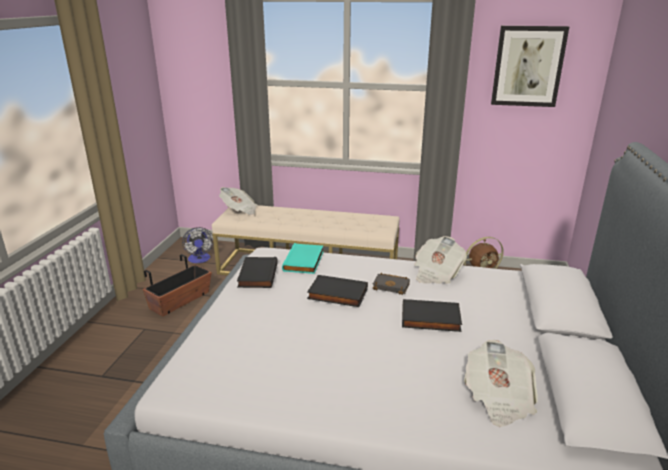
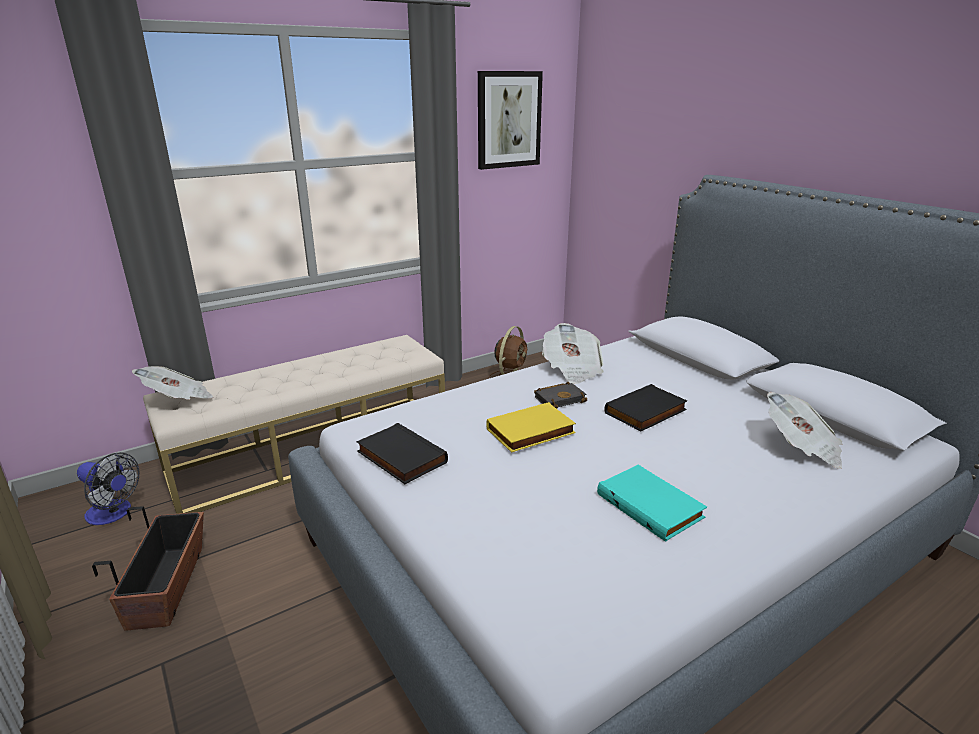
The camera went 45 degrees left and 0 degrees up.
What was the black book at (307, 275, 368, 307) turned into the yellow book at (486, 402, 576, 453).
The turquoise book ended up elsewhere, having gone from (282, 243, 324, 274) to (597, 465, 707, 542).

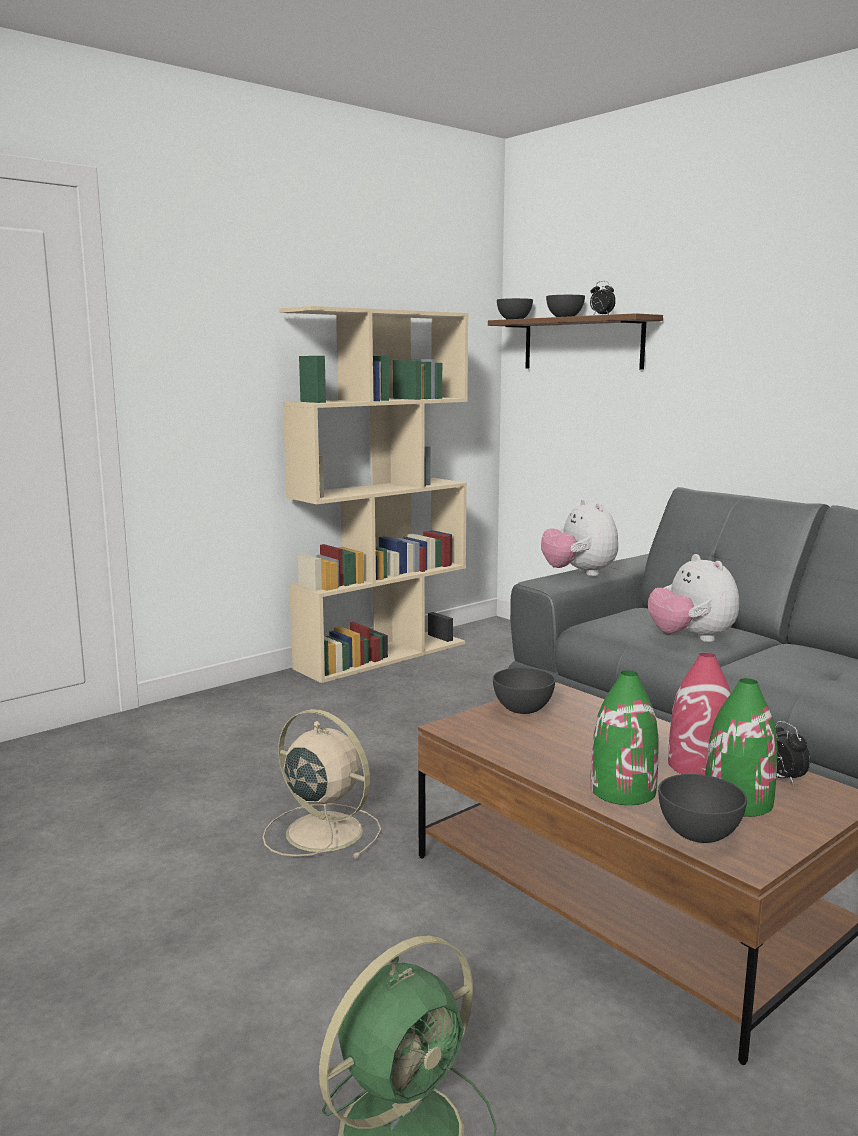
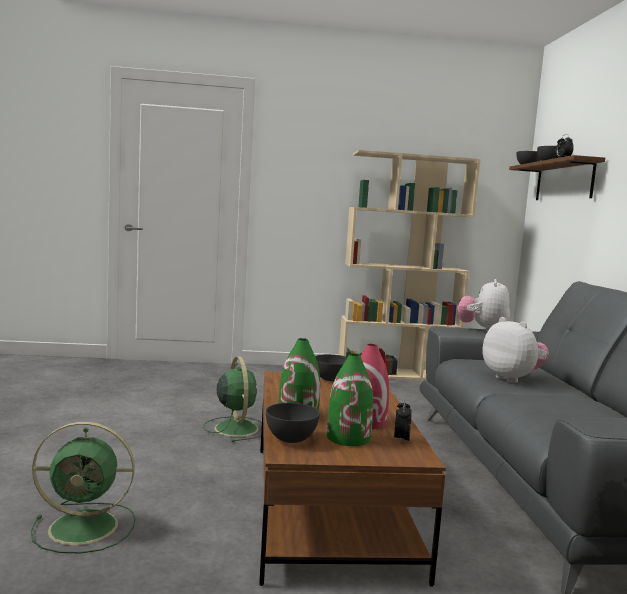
The camera went 35 degrees right and 5 degrees down.
What was the beige fan at (263, 709, 381, 859) turned into the green fan at (203, 356, 262, 442).
The plush toy at (648, 554, 739, 642) ended up facing another way, 135 degrees clockwise from before.

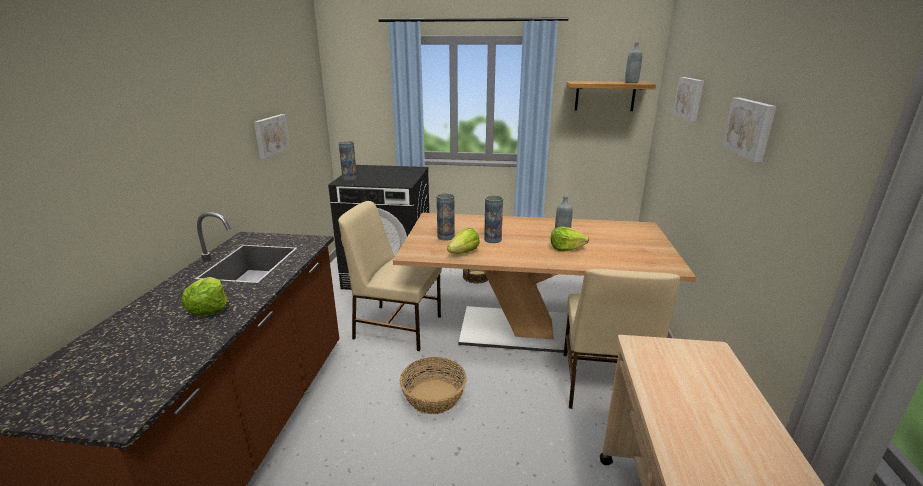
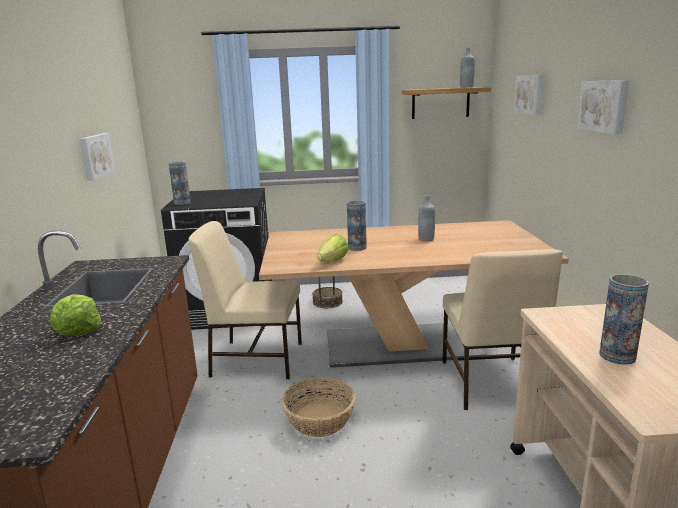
The camera went 10 degrees left and 5 degrees down.
The vase ended up elsewhere, having gone from (437, 193, 455, 240) to (599, 274, 649, 365).
The second view lost the lettuce at (551, 227, 589, 252).

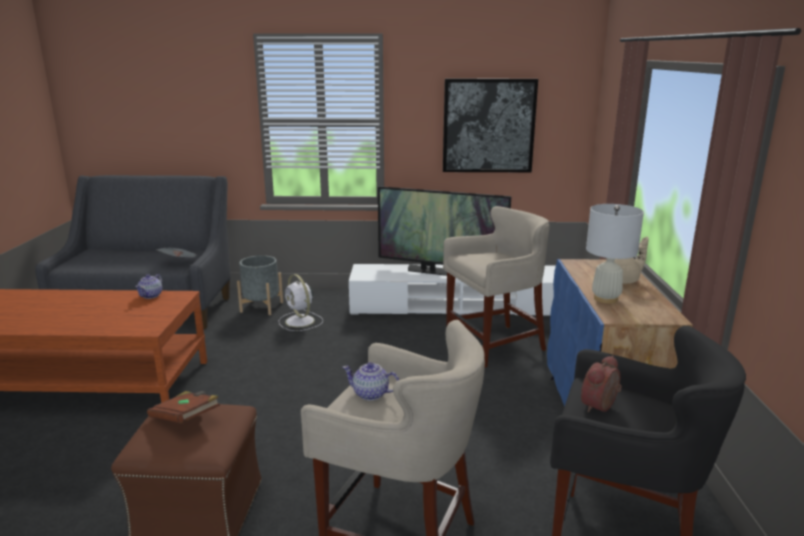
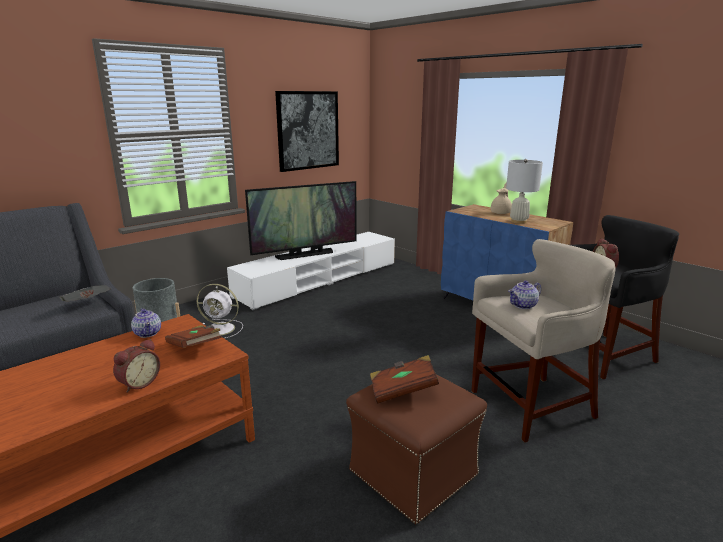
The camera went 45 degrees left and 0 degrees up.
The second view gained the alarm clock at (113, 339, 160, 393).
The second view gained the brown book at (165, 325, 221, 348).
The second view lost the beige stool at (443, 206, 550, 368).

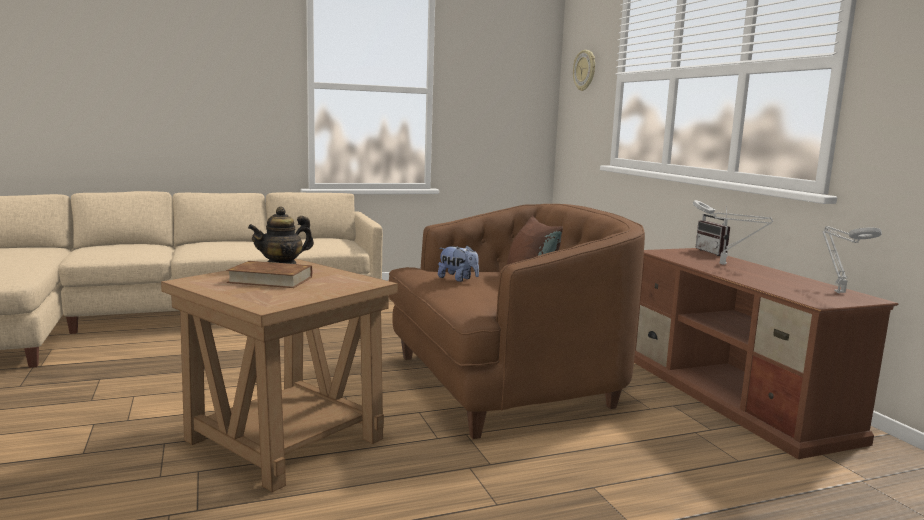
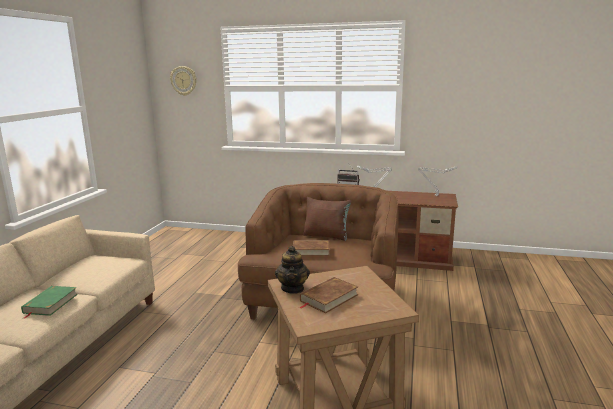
The camera went 55 degrees left and 5 degrees up.
The second view gained the green book at (21, 286, 78, 319).
Where the plush toy stood at (438, 245, 479, 282), the brown book came to stand at (287, 240, 330, 256).

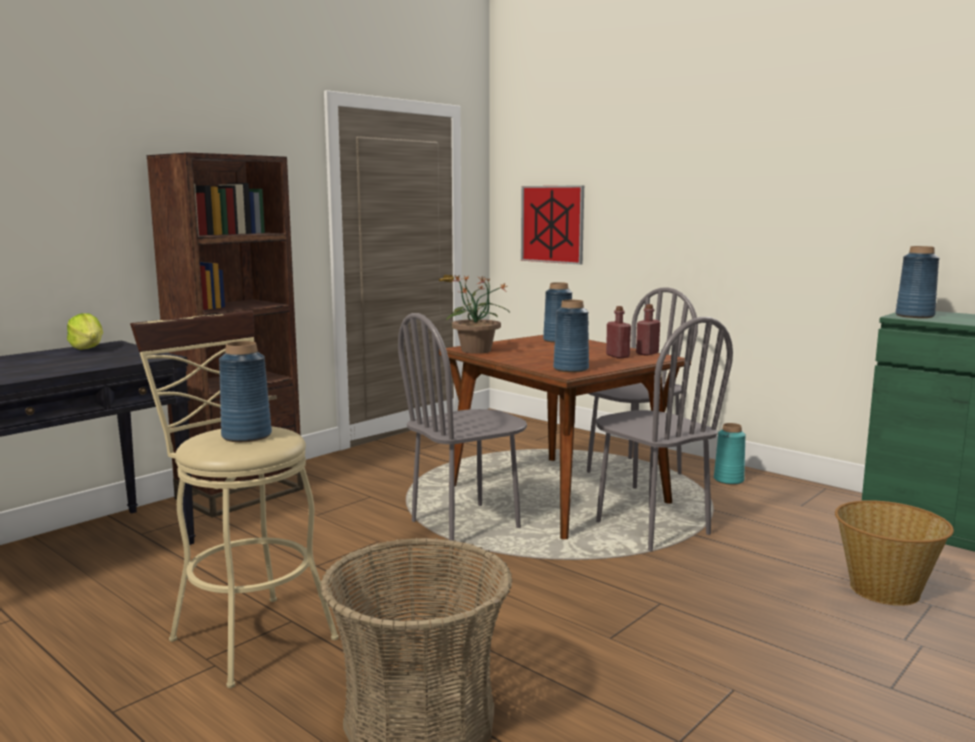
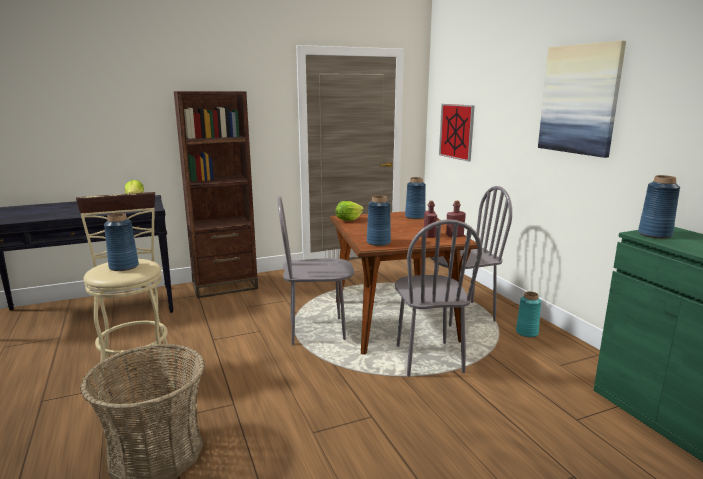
The camera went 25 degrees right and 5 degrees up.
Where the potted plant stood at (446, 275, 510, 354), the lettuce came to stand at (336, 201, 364, 221).
The second view gained the picture at (538, 40, 626, 158).
The second view lost the basket at (835, 500, 954, 606).

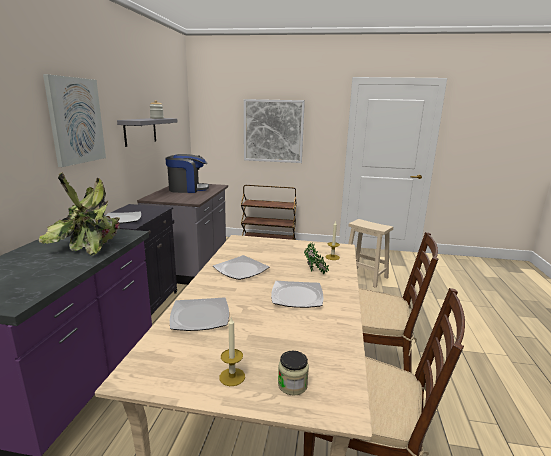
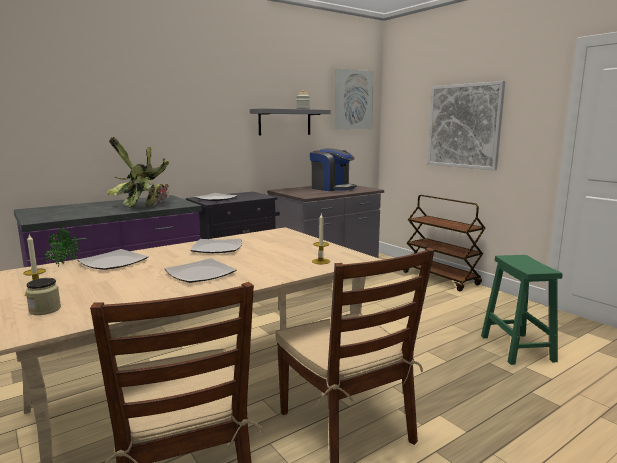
The camera went 45 degrees right and 5 degrees down.
The potted plant ended up elsewhere, having gone from (304, 242, 329, 275) to (44, 227, 80, 267).
The picture ended up elsewhere, having gone from (43, 74, 106, 167) to (334, 68, 374, 130).
What was the beige stool at (348, 219, 393, 288) turned into the green stool at (481, 255, 563, 365).

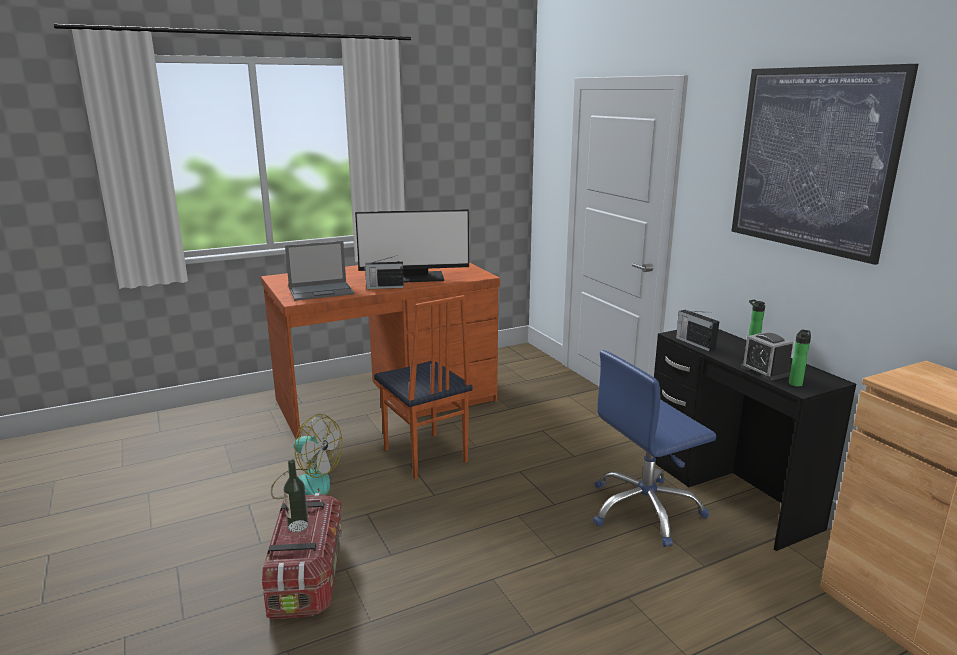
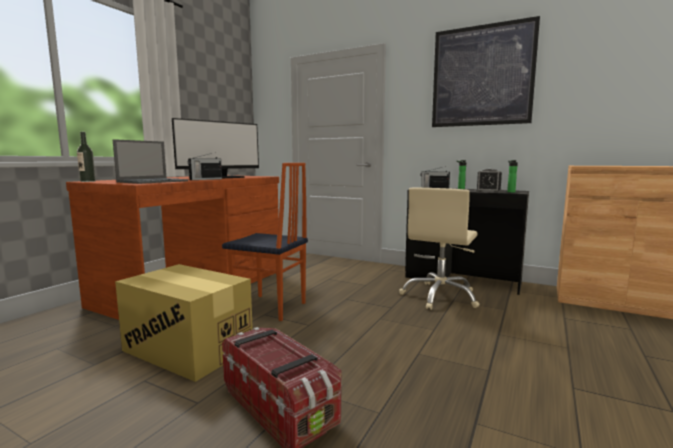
The camera went 35 degrees left and 10 degrees down.
The bottle ended up elsewhere, having gone from (284, 460, 309, 532) to (77, 132, 96, 182).
Where the fan stood at (271, 414, 343, 499), the cardboard box came to stand at (115, 264, 253, 382).
What was the blue office chair at (593, 350, 717, 547) turned into the beige office chair at (399, 188, 480, 310).

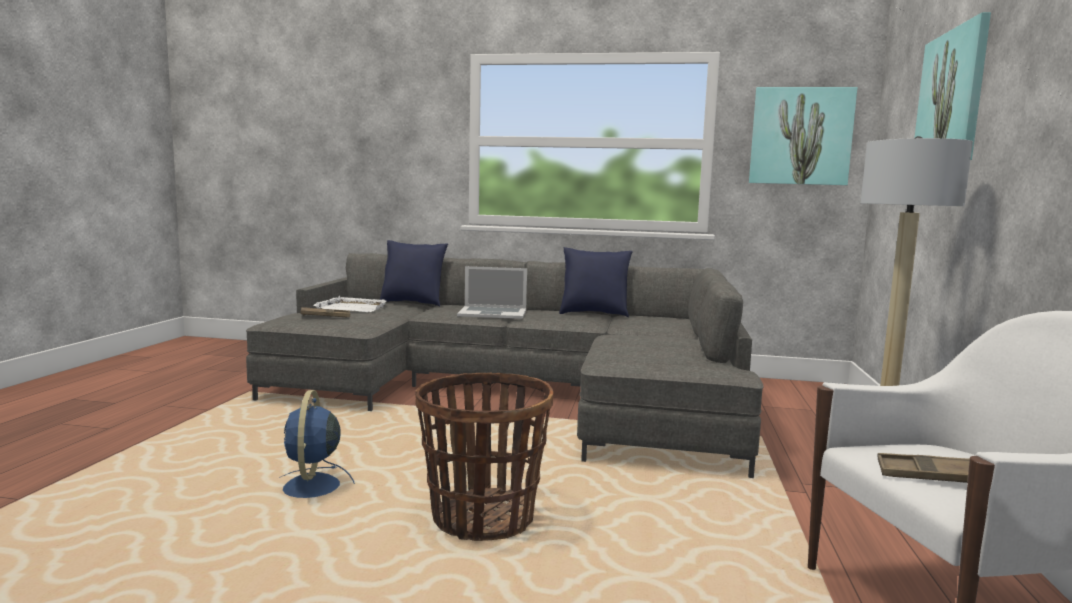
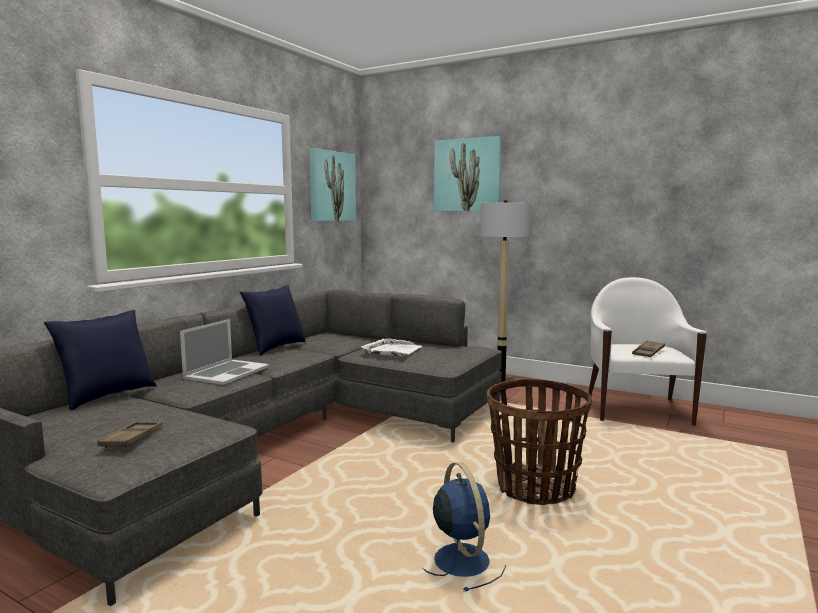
The camera went 70 degrees left and 0 degrees up.
The white tray ended up elsewhere, having gone from (313, 296, 387, 312) to (361, 338, 422, 356).
The blue fan at (279, 390, 355, 498) ended up facing another way, 120 degrees counterclockwise from before.

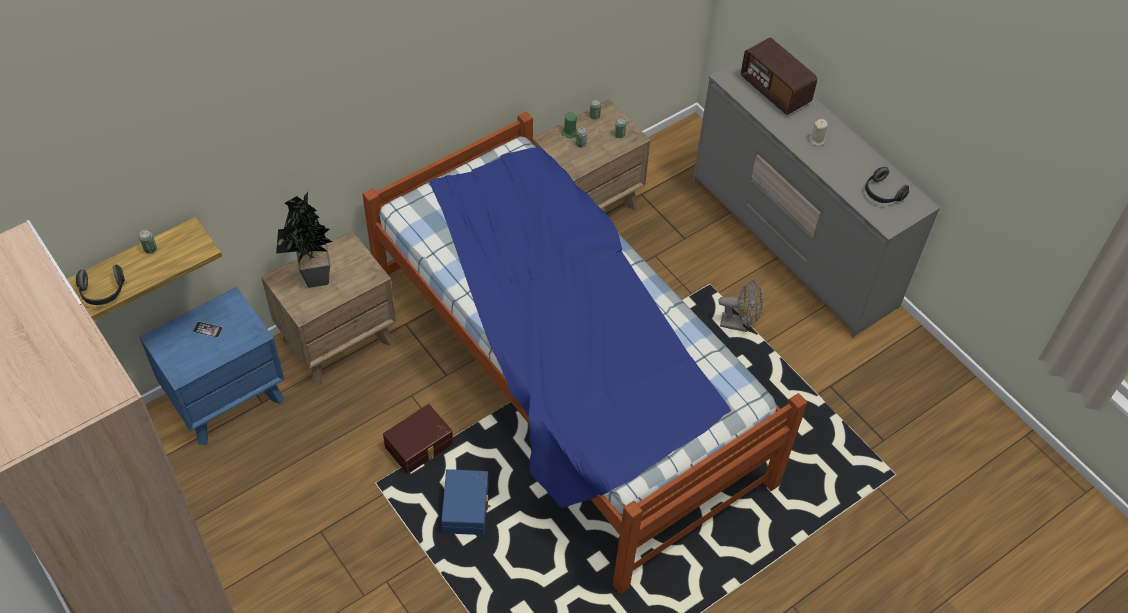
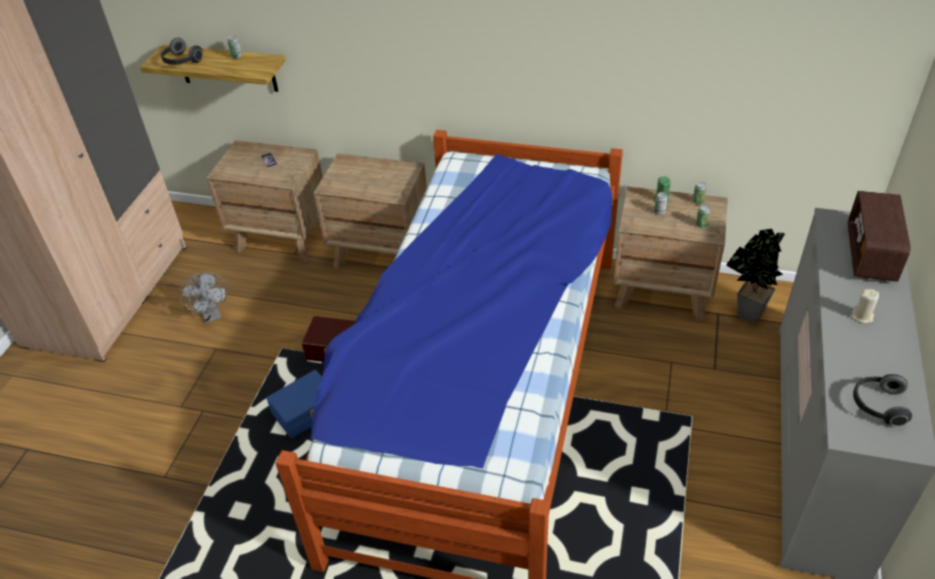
The camera went 55 degrees right and 10 degrees down.
The grey fan ended up elsewhere, having gone from (718, 280, 763, 332) to (179, 272, 228, 323).
What was the blue nightstand at (139, 287, 285, 445) turned into the brown nightstand at (207, 140, 323, 262).
The potted plant ended up elsewhere, having gone from (276, 192, 332, 288) to (726, 229, 785, 324).

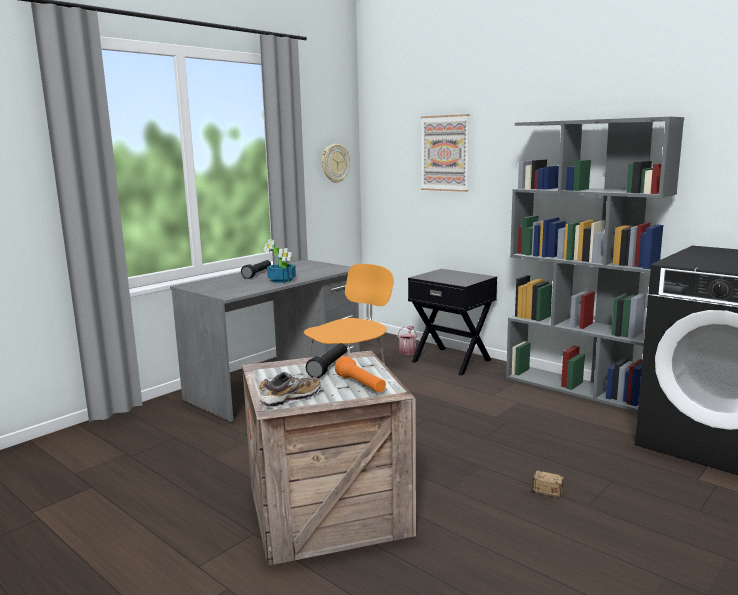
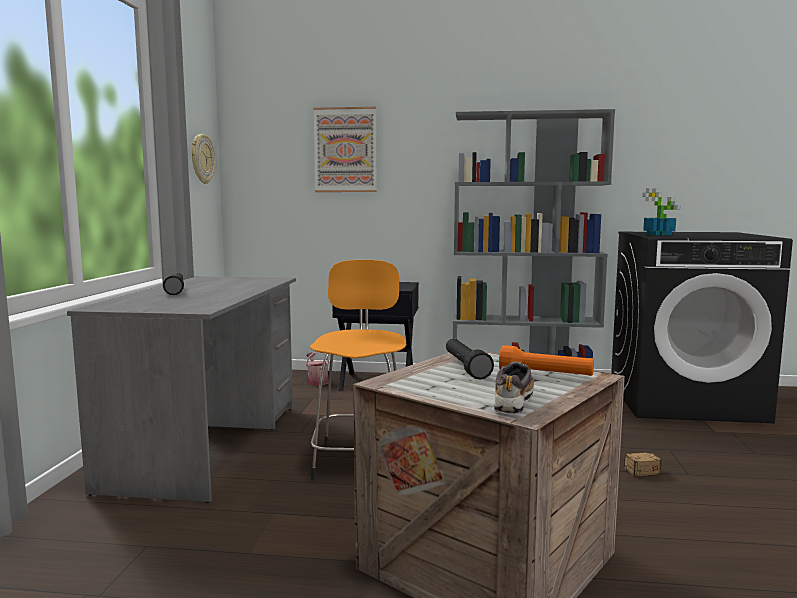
The camera went 35 degrees left and 5 degrees down.
The potted plant ended up elsewhere, having gone from (264, 239, 296, 283) to (642, 188, 680, 235).

